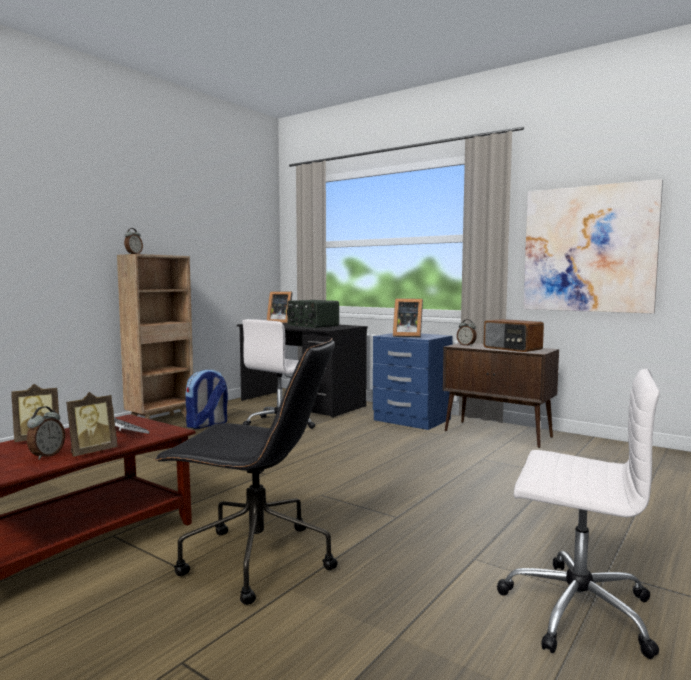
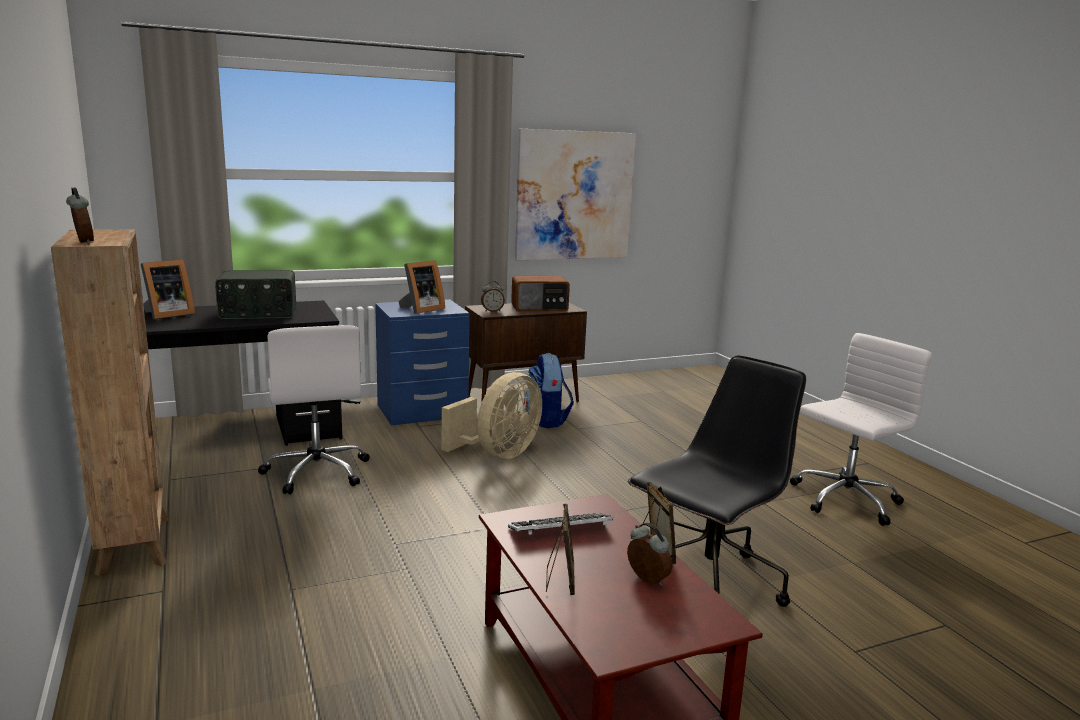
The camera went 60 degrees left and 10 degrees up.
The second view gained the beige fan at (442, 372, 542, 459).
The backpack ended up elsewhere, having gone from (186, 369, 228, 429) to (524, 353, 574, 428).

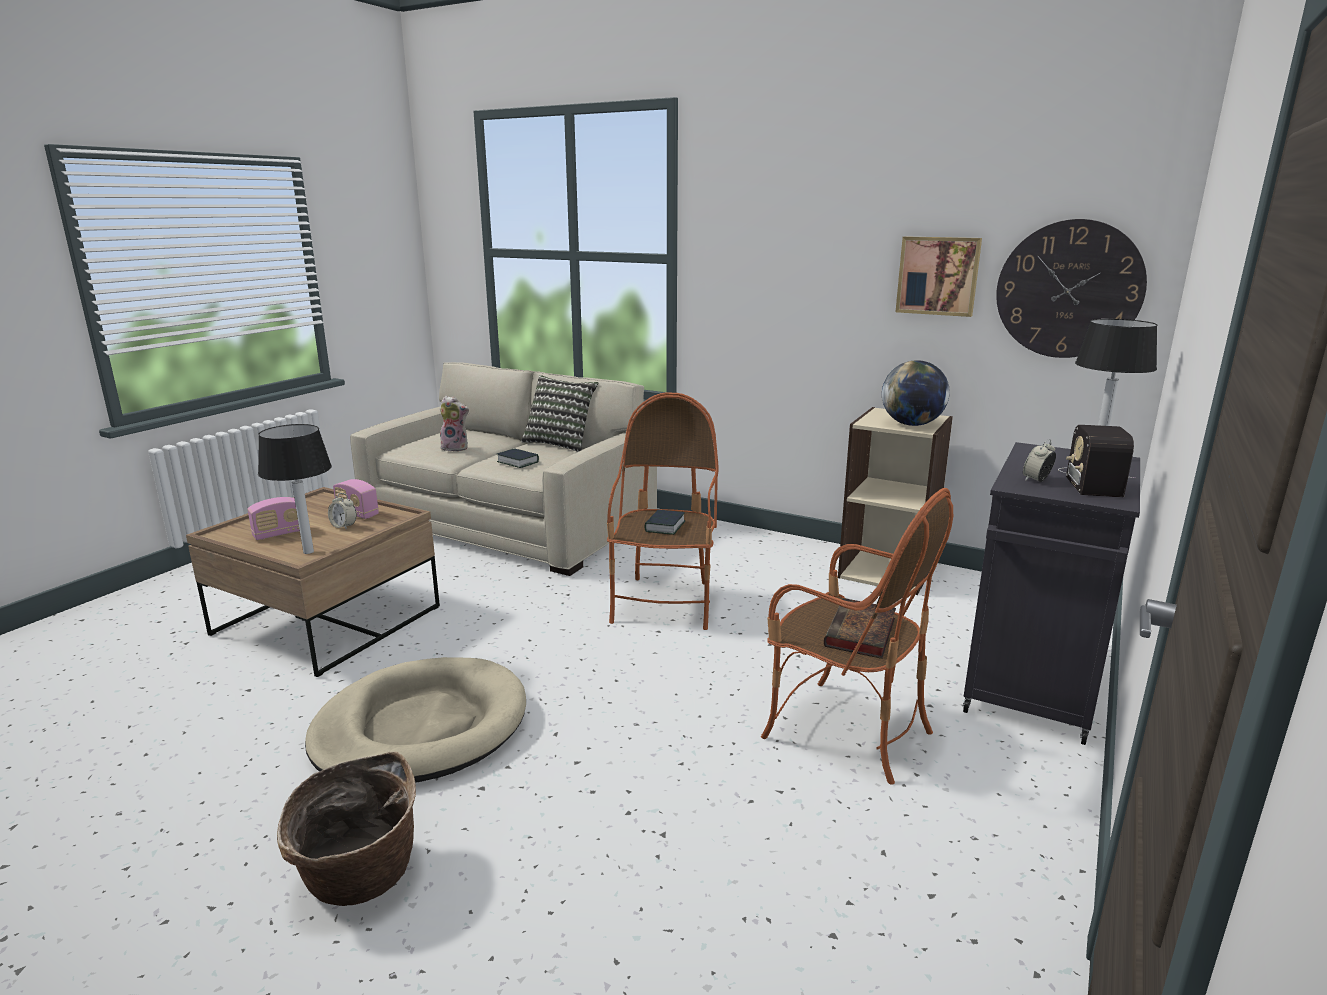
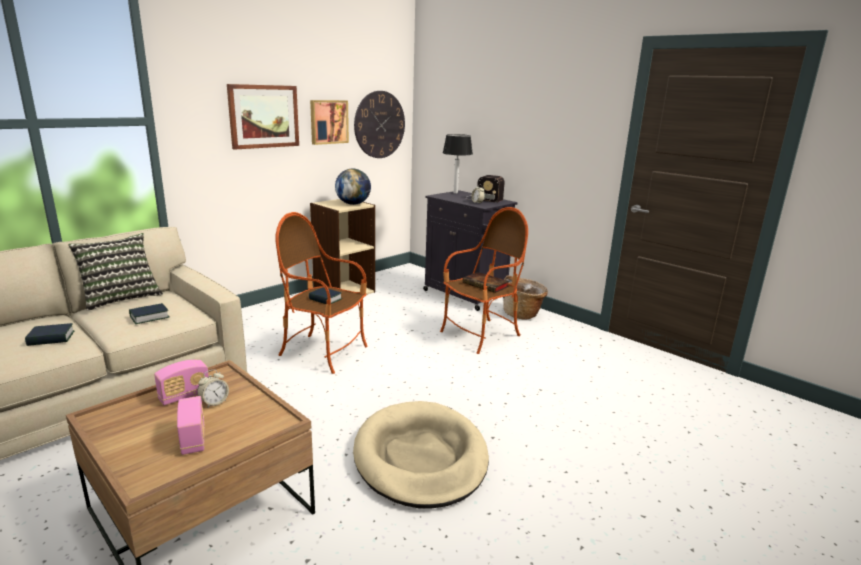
The camera went 75 degrees left and 0 degrees up.
Where the plush toy stood at (439, 396, 469, 452), the book came to stand at (25, 323, 75, 346).
The second view gained the picture at (227, 84, 299, 150).
The basket ended up elsewhere, having gone from (277, 752, 416, 906) to (503, 275, 548, 320).
The second view lost the table lamp at (258, 424, 332, 554).

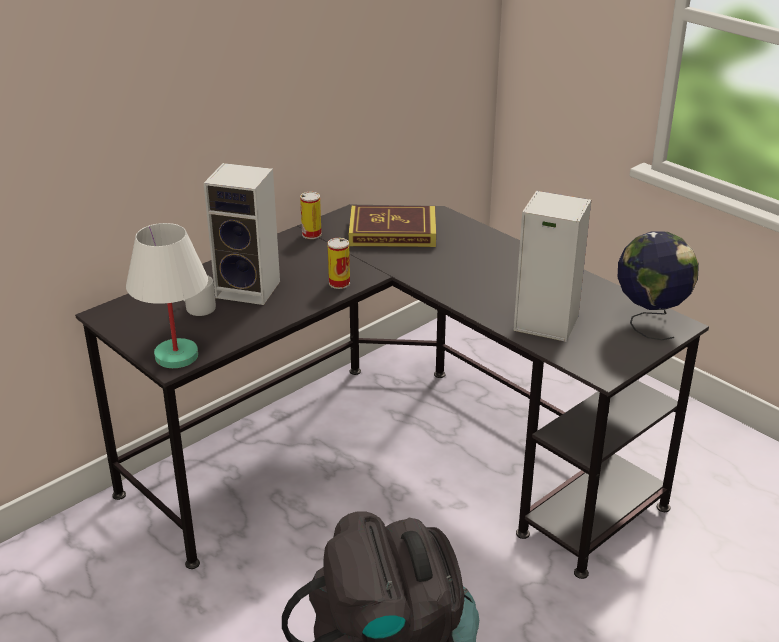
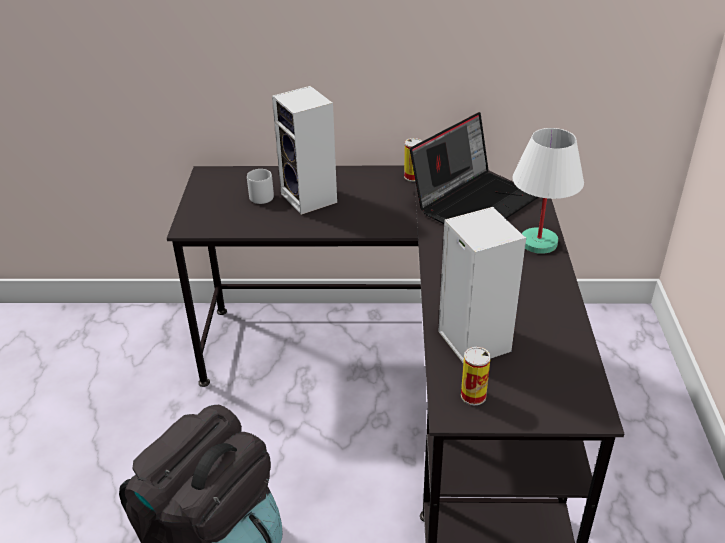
The camera went 45 degrees right and 5 degrees up.
Where the book stood at (349, 206, 436, 247), the laptop came to stand at (410, 112, 538, 224).
The can ended up elsewhere, having gone from (327, 238, 350, 289) to (461, 347, 491, 406).
The white table lamp ended up elsewhere, having gone from (126, 223, 208, 368) to (512, 128, 584, 254).
The second view lost the globe at (618, 231, 699, 340).

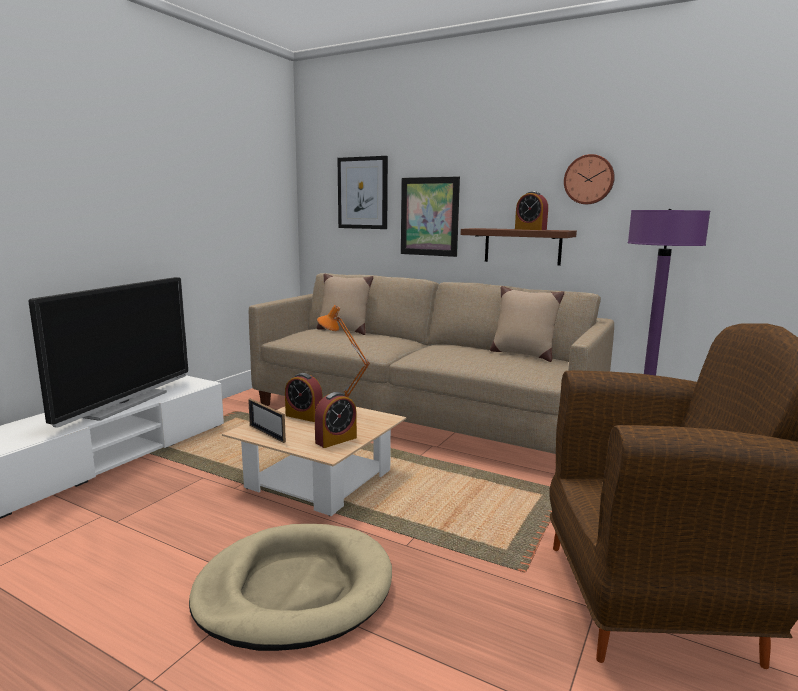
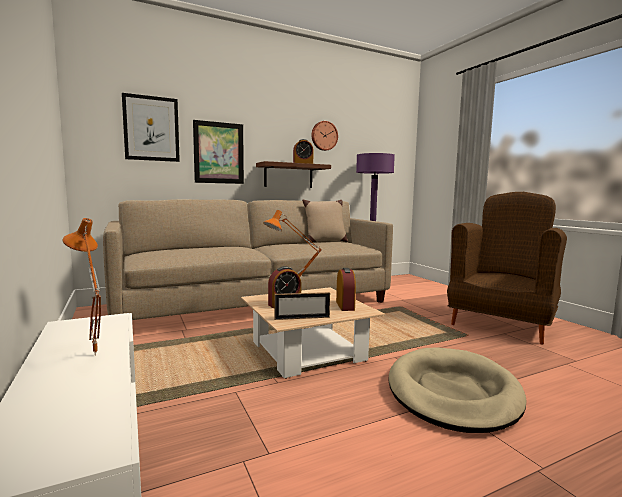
The camera went 55 degrees left and 5 degrees down.
Where the television stood at (28, 277, 188, 428), the orange table lamp came to stand at (63, 218, 101, 355).
The second view lost the beige pillow at (317, 274, 373, 335).

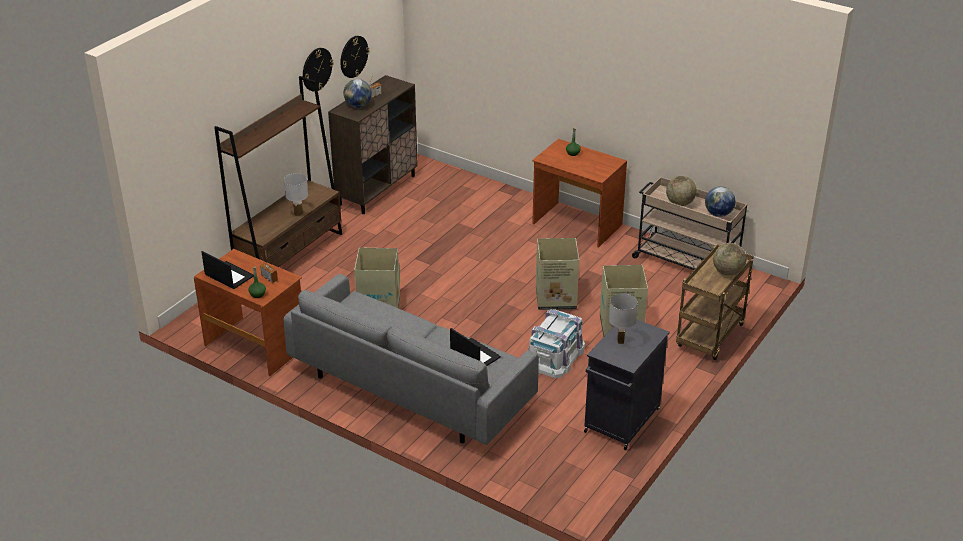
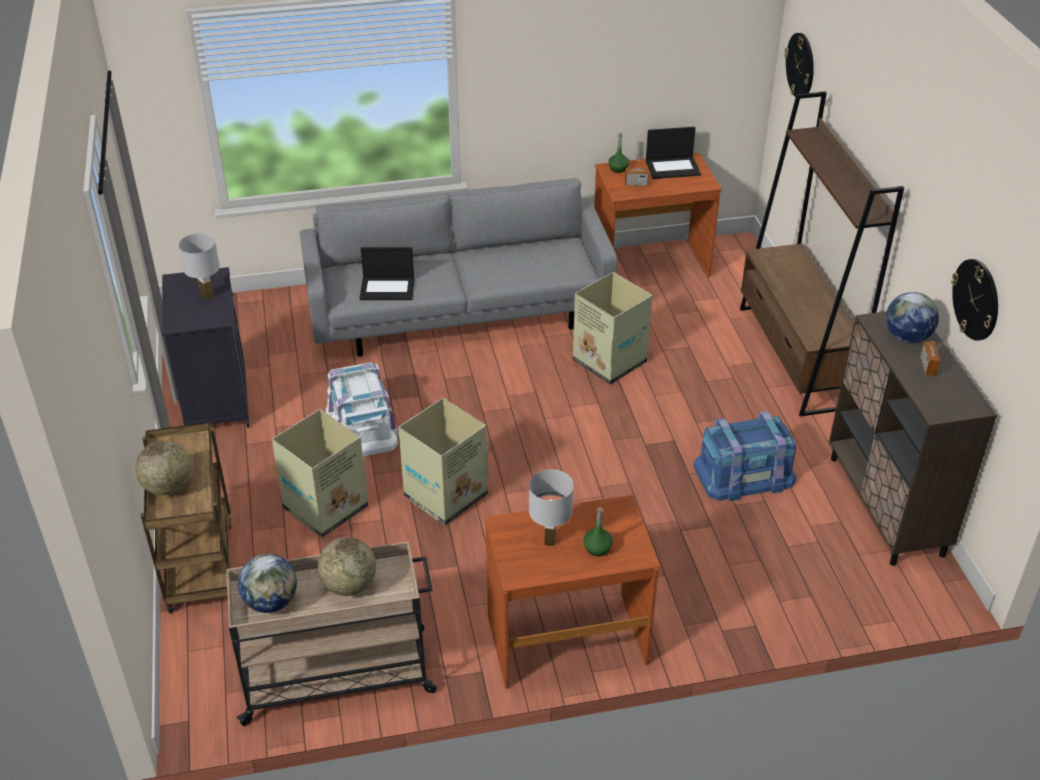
The camera went 135 degrees right and 5 degrees up.
The white table lamp ended up elsewhere, having gone from (284, 173, 308, 216) to (529, 469, 574, 546).
The second view gained the blue storage box at (694, 411, 796, 501).
The wall clock ended up elsewhere, having gone from (303, 48, 333, 92) to (784, 33, 814, 99).

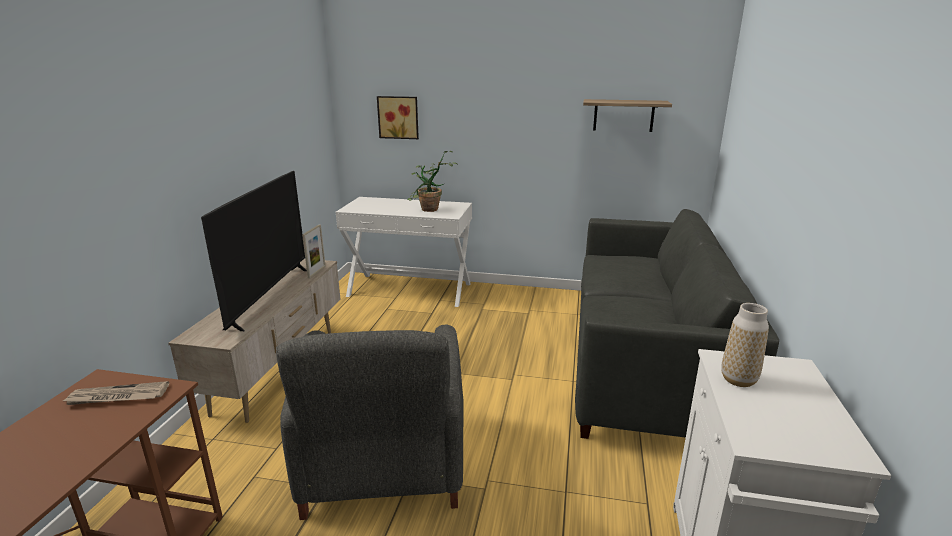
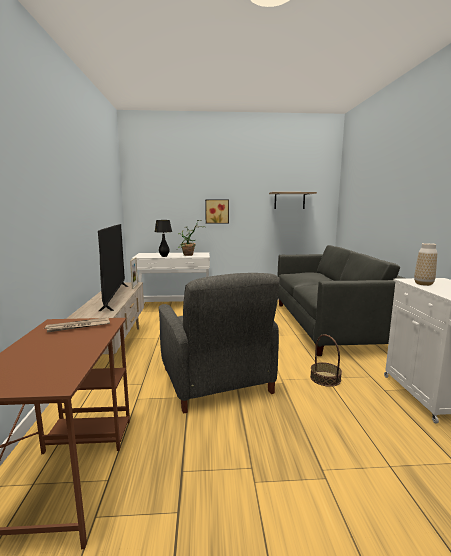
The camera went 15 degrees left and 10 degrees down.
The second view gained the black table lamp at (155, 220, 172, 257).
The picture ended up elsewhere, having gone from (377, 96, 419, 139) to (205, 199, 229, 224).
The second view gained the basket at (310, 334, 342, 387).

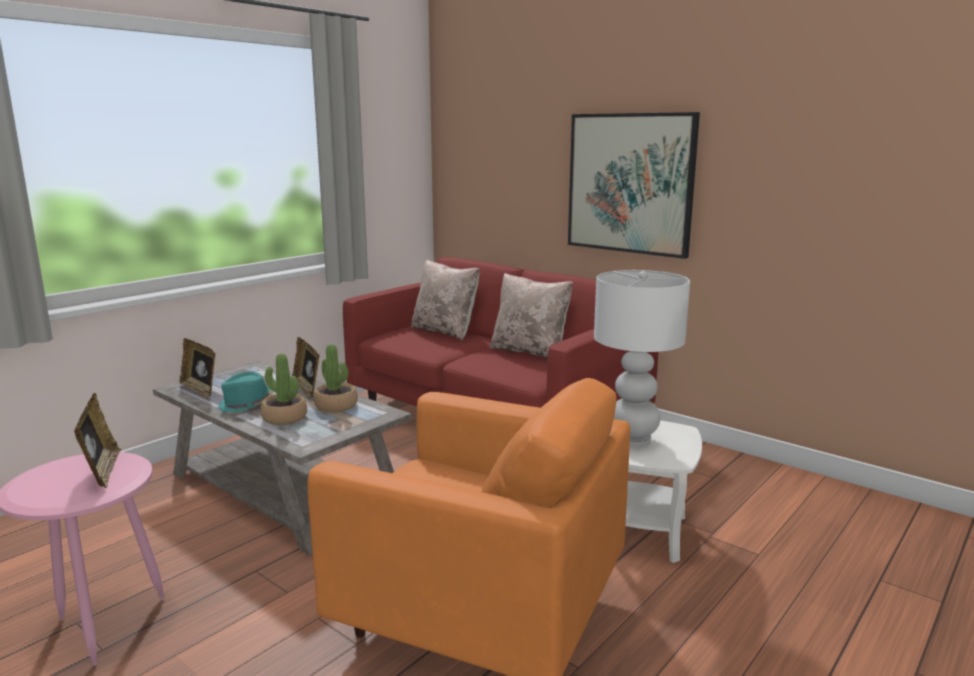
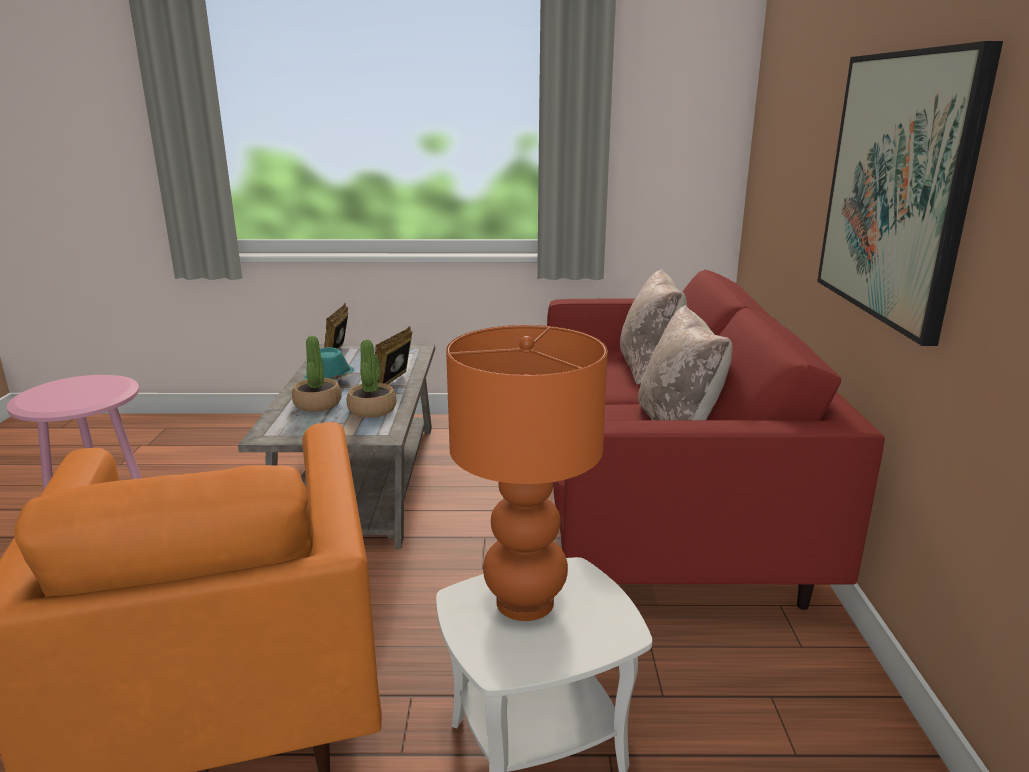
The camera went 50 degrees right and 5 degrees up.
What was the white table lamp at (594, 270, 690, 448) turned into the orange table lamp at (446, 325, 608, 621).
The second view lost the picture frame at (74, 393, 121, 488).

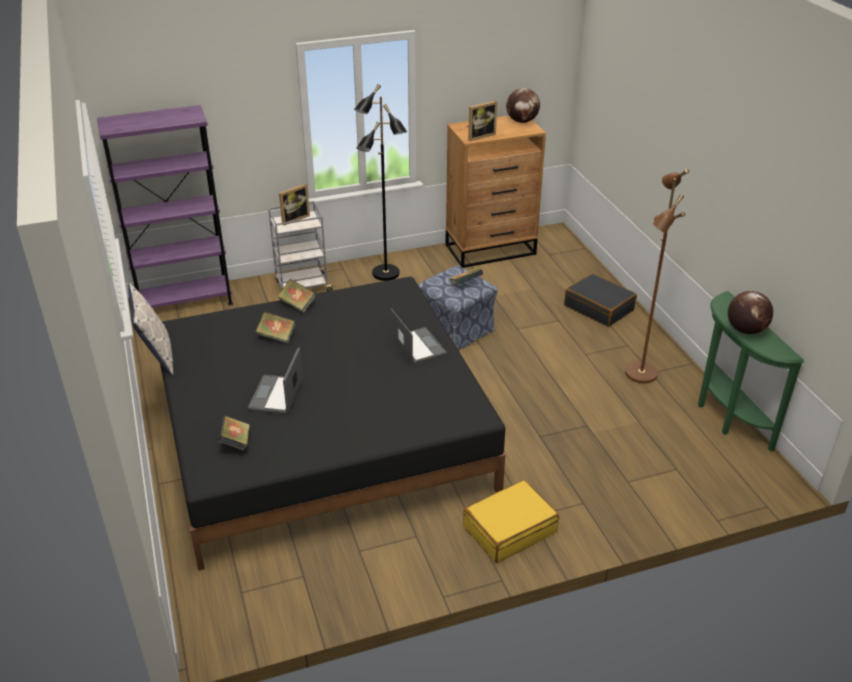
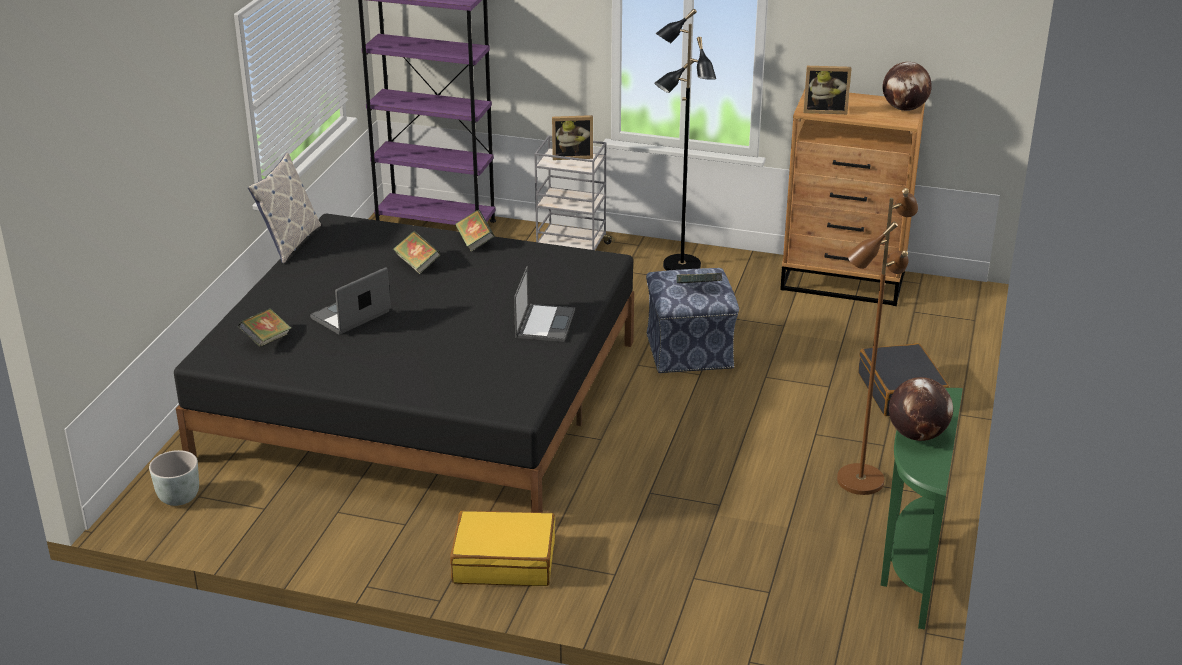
The camera went 35 degrees right and 5 degrees down.
The second view gained the grey planter at (149, 450, 199, 506).

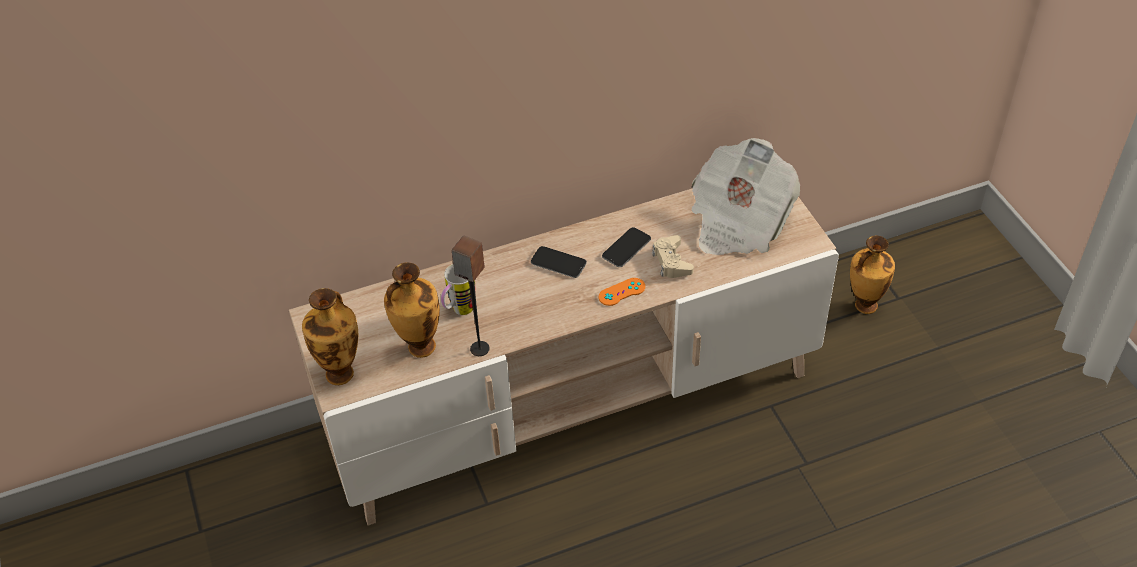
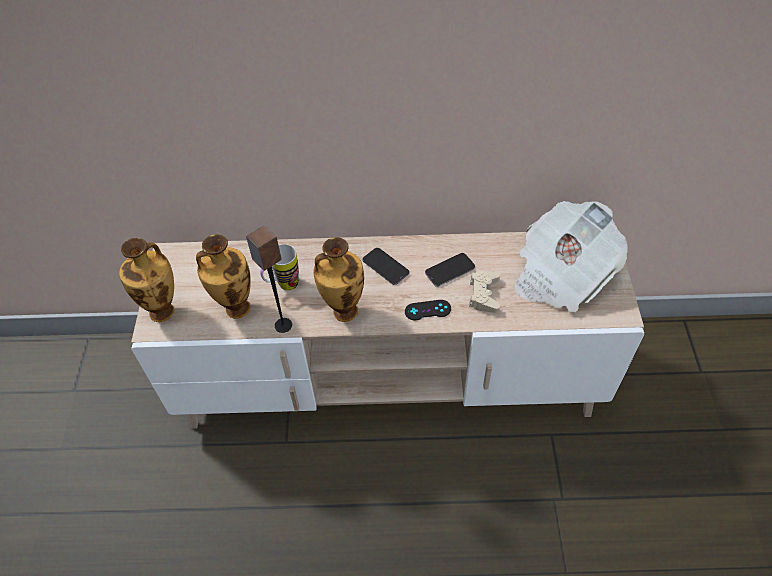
The camera went 20 degrees right and 5 degrees up.
The vase ended up elsewhere, having gone from (850, 236, 895, 314) to (313, 237, 364, 322).
What was the orange game controller at (599, 278, 645, 306) turned into the black game controller at (405, 300, 451, 320).

